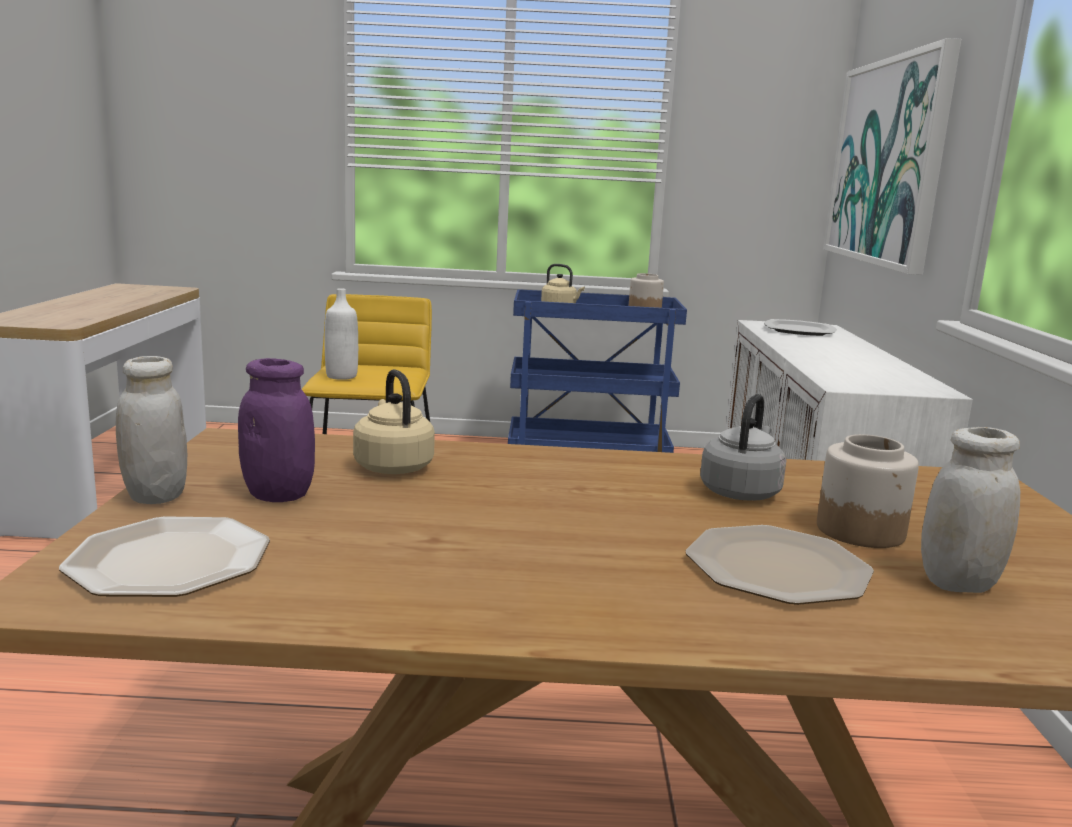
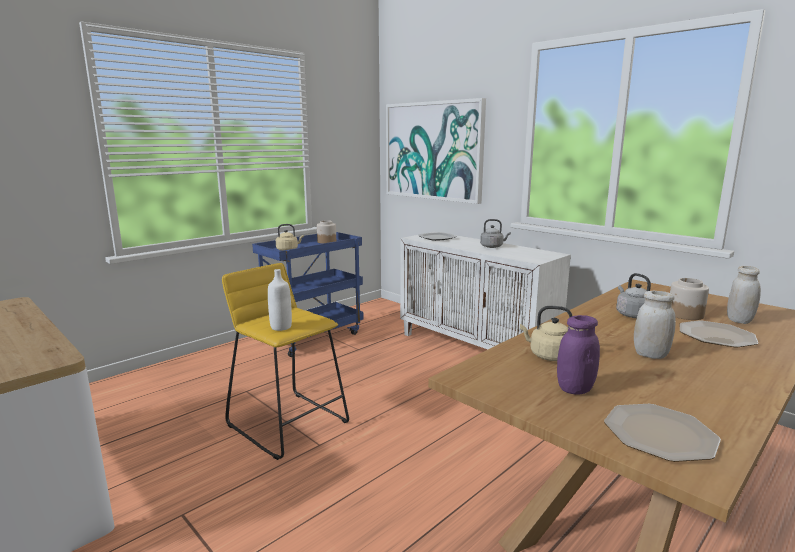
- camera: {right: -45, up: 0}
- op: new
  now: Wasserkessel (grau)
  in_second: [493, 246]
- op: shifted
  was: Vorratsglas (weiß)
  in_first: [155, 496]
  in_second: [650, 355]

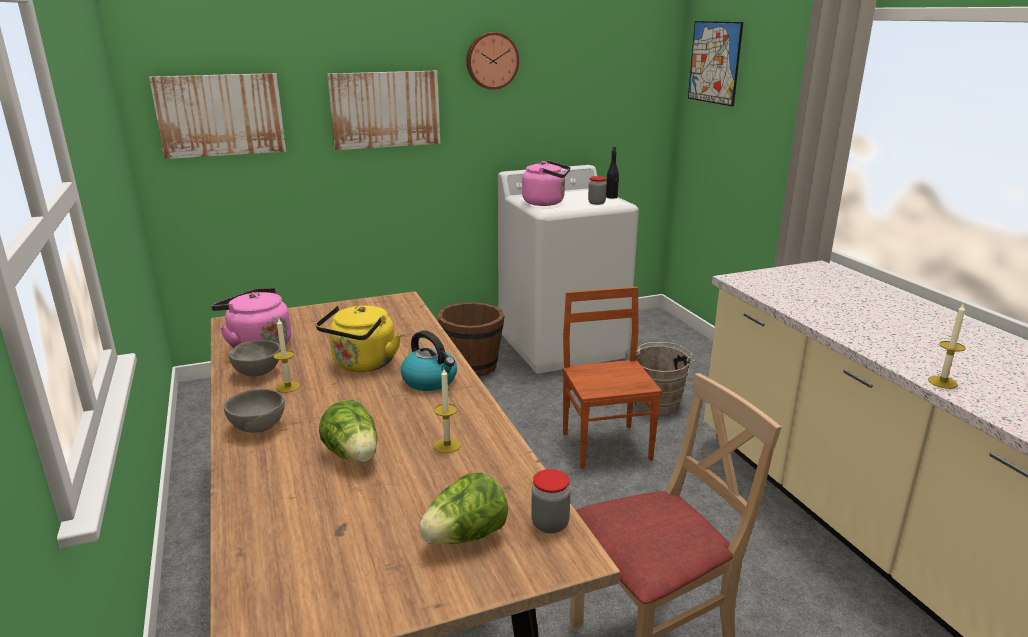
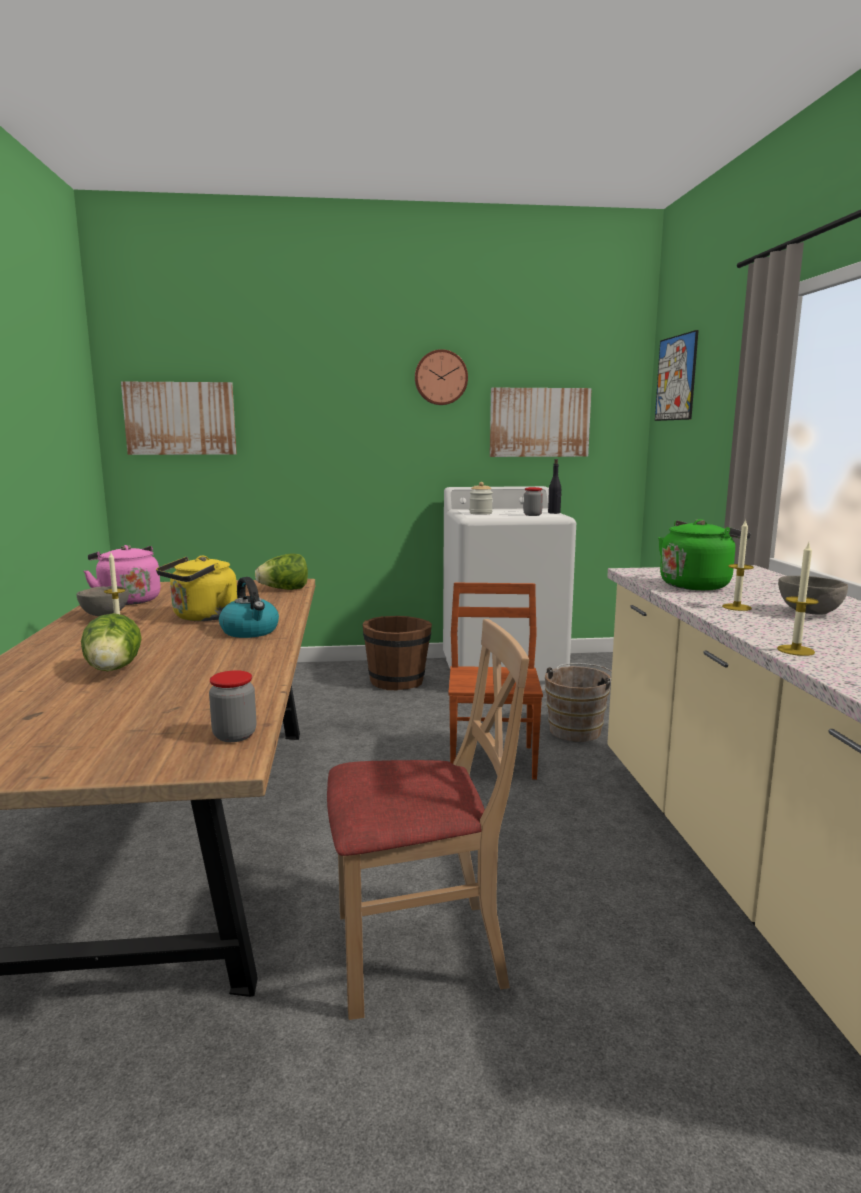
- camera: {right: 15, up: -10}
- op: new
  now: Wasserkessel (grün)
  in_second: [697, 585]
- op: shifted
  was: Schüssel (grau)
  in_first: [258, 428]
  in_second: [809, 613]
- op: shifted
  was: Bild
  in_first: [385, 109]
  in_second: [539, 422]
- op: shifted
  was: Salatkopf
  in_first: [465, 537]
  in_second: [284, 590]
- op: shifted
  was: Kerze
  in_first: [447, 445]
  in_second: [736, 607]
- op: swapped
  was: Wasserkessel (rosa)
  now: Vorratsglas
  in_first: [546, 202]
  in_second: [480, 513]

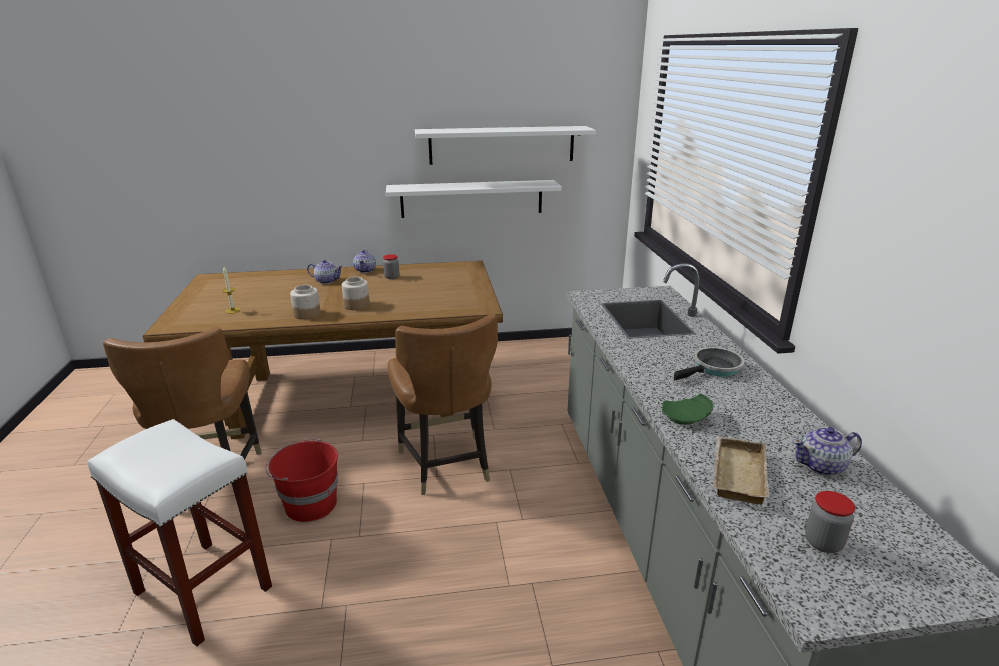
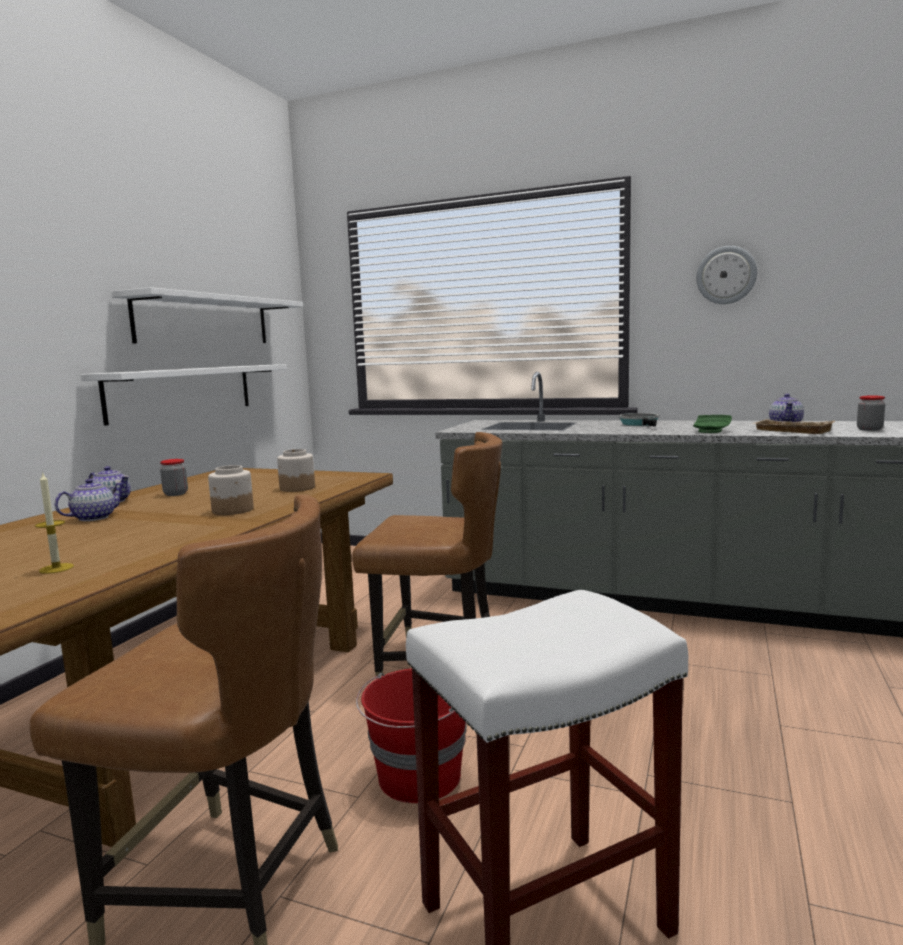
- camera: {right: -60, up: -15}
- op: new
  now: Wanduhr
  in_second: [726, 275]
- op: shifted
  was: Vorratsglas
  in_first: [307, 314]
  in_second: [297, 488]

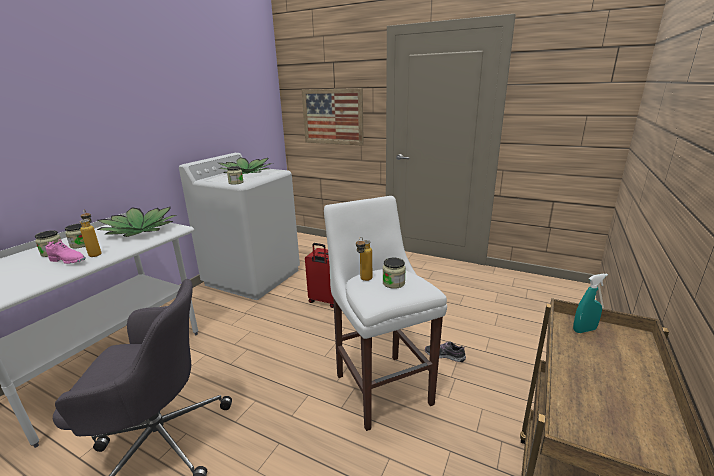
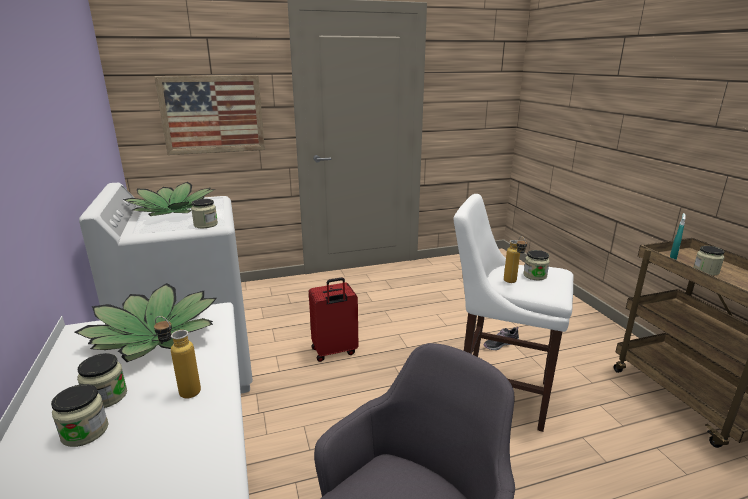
- camera: {right: -45, up: 0}
- op: gone
  was: Schuh (rosa)
  in_first: [68, 261]
- op: new
  now: Vorratsglas
  in_second: [705, 271]

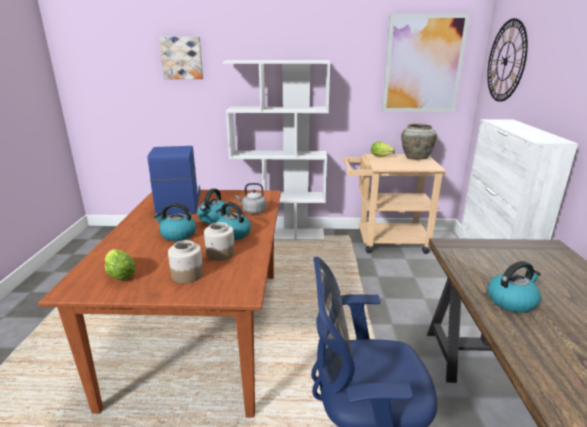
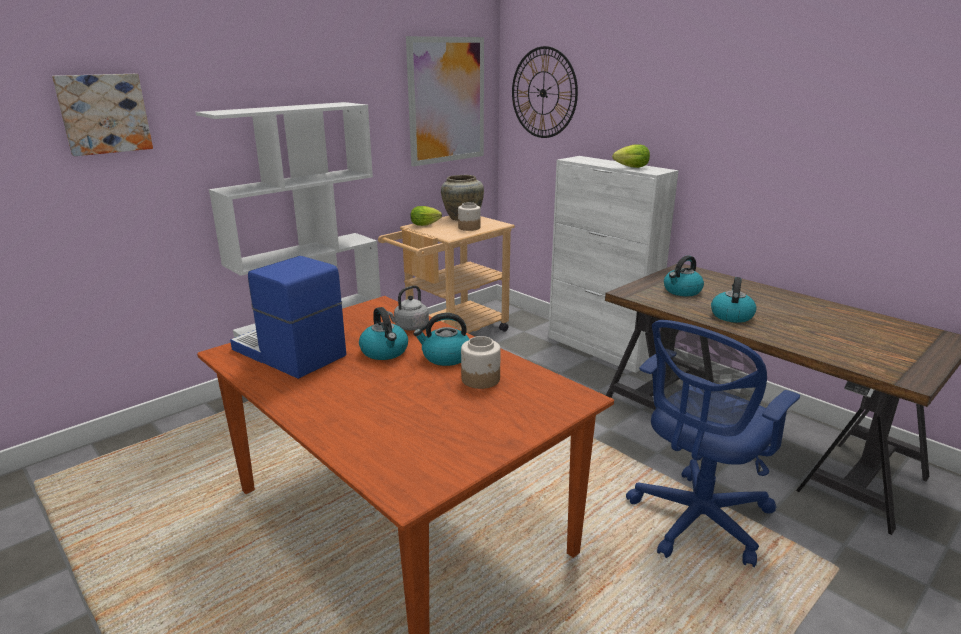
- camera: {right: -45, up: 0}
- op: shifted
  was: Salatkopf
  in_first: [119, 274]
  in_second: [629, 167]
- op: shifted
  was: Wasserkessel
  in_first: [178, 235]
  in_second: [682, 291]
- op: shifted
  was: Vorratsglas
  in_first: [187, 275]
  in_second: [469, 228]

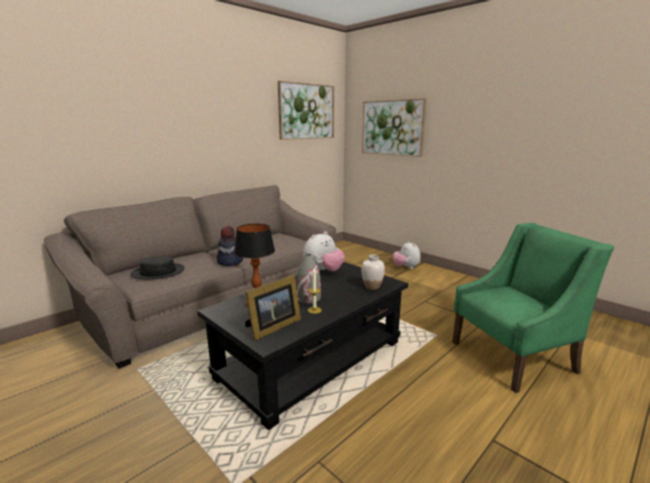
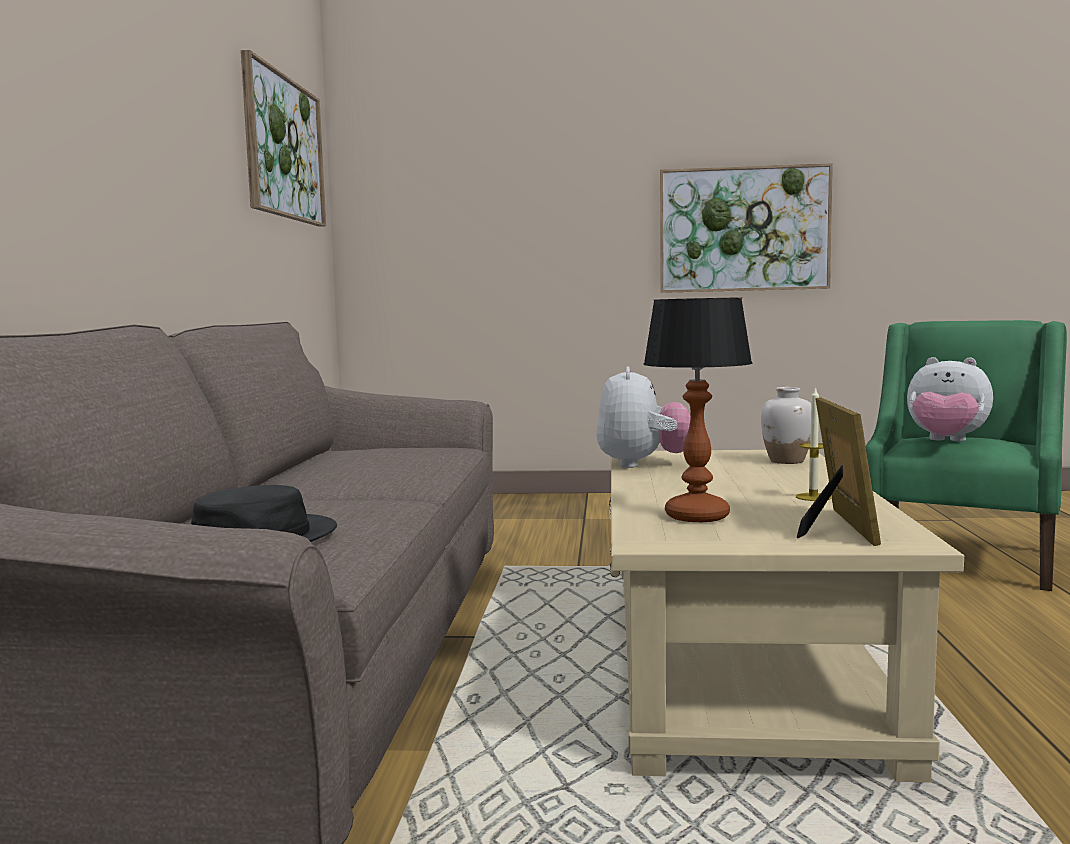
- camera: {right: -40, up: -10}
- op: gone
  was: Hut
  in_first: [229, 261]
- op: gone
  was: Vase (grau)
  in_first: [308, 298]
- op: shifted
  was: Bild
  in_first: [392, 128]
  in_second: [744, 229]
- op: shifted
  was: Plüschtier
  in_first: [406, 267]
  in_second: [946, 441]
- op: repainted
  was: Couchtisch (schwarz)
  now: Couchtisch (beige)
  in_first: [312, 359]
  in_second: [738, 664]

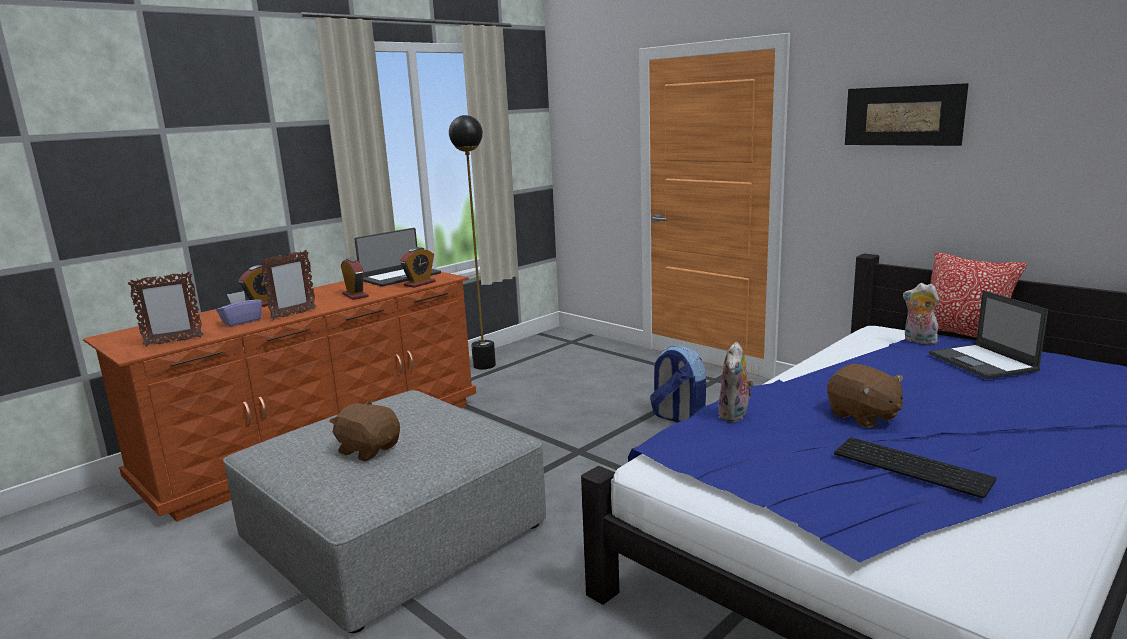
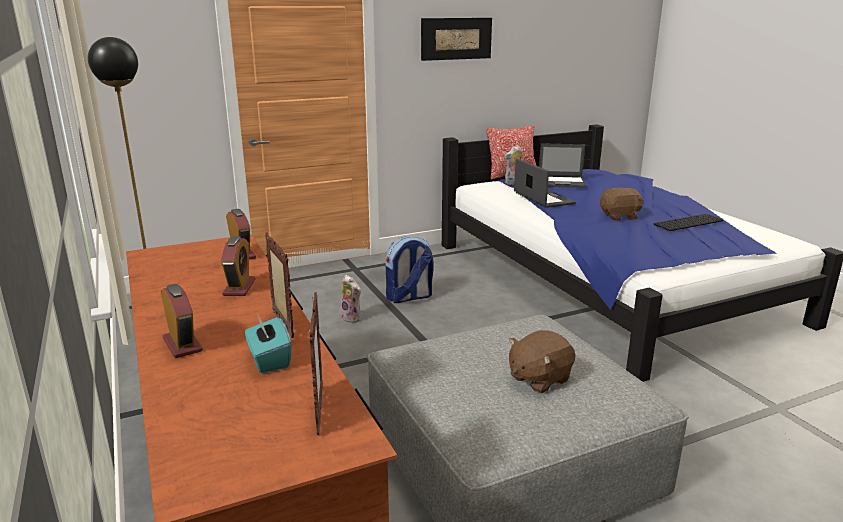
- camera: {right: -70, up: 5}
- op: shifted
  was: Laptop
  in_first: [400, 276]
  in_second: [543, 198]
- op: shifted
  was: Plüschtier
  in_first: [735, 415]
  in_second: [352, 318]
- op: repainted
  was: Taschentuchbox (lila)
  now: Taschentuchbox (türkis)
  in_first: [241, 321]
  in_second: [269, 360]
- op: rotated
  was: Wecker
  in_first: [355, 295]
  in_second: [239, 287]
  clockwise: 105

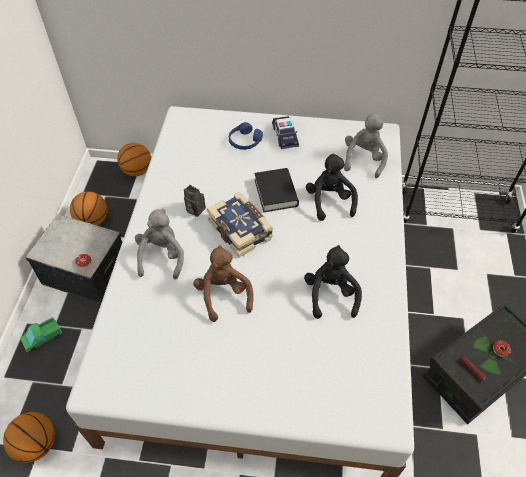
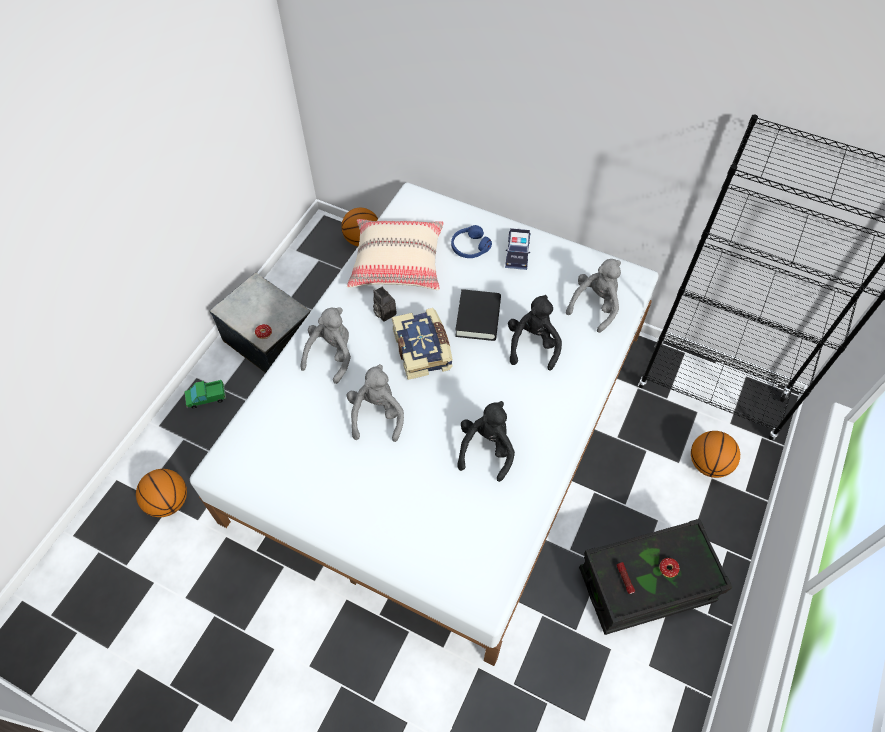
- camera: {right: 20, up: 5}
- op: new
  now: Kissen (beige)
  in_second: [397, 263]
- op: shifted
  was: Basketball
  in_first: [93, 220]
  in_second: [708, 464]
- op: repainted
  was: Plüschtier (braun)
  now: Plüschtier (grau)
  in_first: [223, 294]
  in_second: [377, 414]

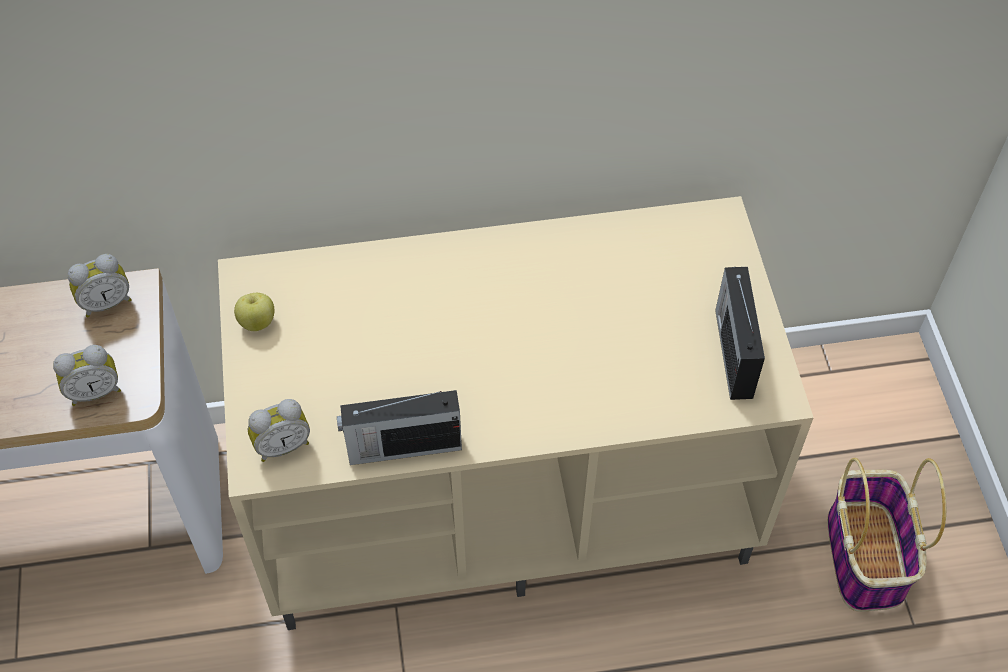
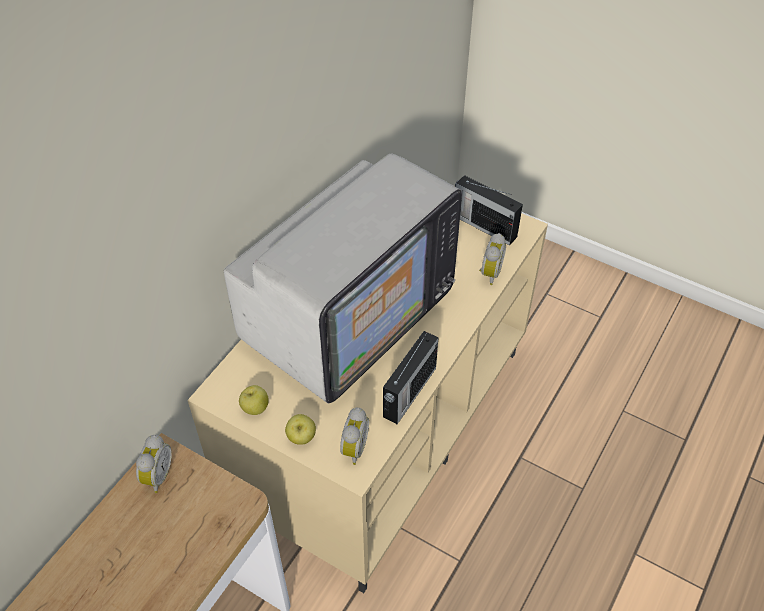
- camera: {right: -50, up: -5}
- op: gone
  was: Korb
  in_first: [866, 558]
- op: new
  now: Fernseher
  in_second: [348, 318]
- op: new
  now: Apfel
  in_second: [301, 437]
- op: shifted
  was: Wecker
  in_first: [95, 391]
  in_second: [489, 273]

